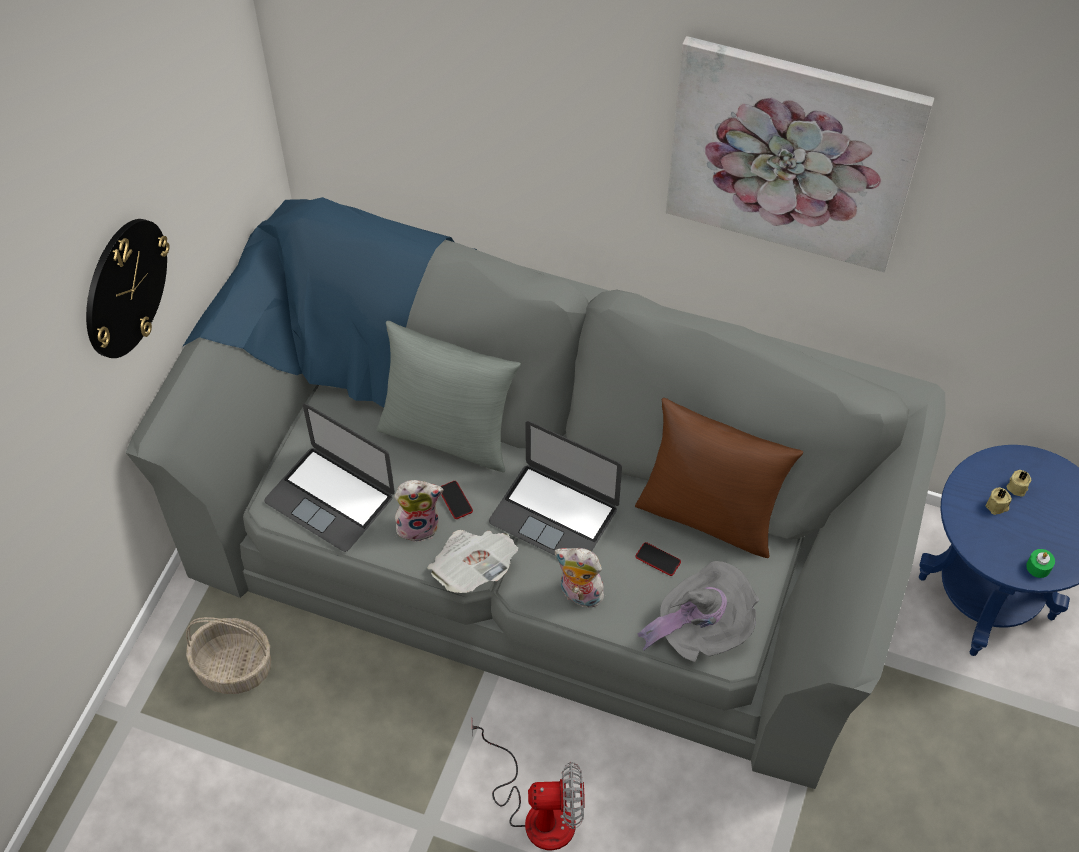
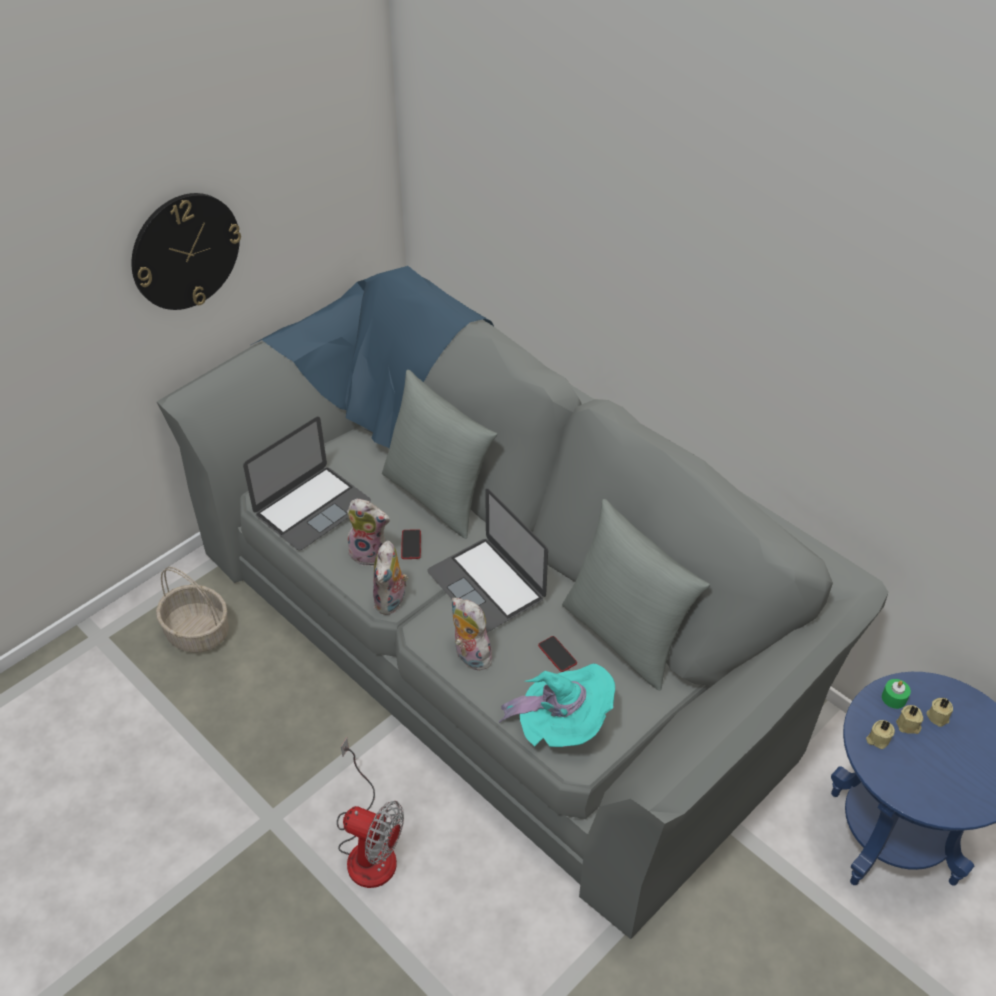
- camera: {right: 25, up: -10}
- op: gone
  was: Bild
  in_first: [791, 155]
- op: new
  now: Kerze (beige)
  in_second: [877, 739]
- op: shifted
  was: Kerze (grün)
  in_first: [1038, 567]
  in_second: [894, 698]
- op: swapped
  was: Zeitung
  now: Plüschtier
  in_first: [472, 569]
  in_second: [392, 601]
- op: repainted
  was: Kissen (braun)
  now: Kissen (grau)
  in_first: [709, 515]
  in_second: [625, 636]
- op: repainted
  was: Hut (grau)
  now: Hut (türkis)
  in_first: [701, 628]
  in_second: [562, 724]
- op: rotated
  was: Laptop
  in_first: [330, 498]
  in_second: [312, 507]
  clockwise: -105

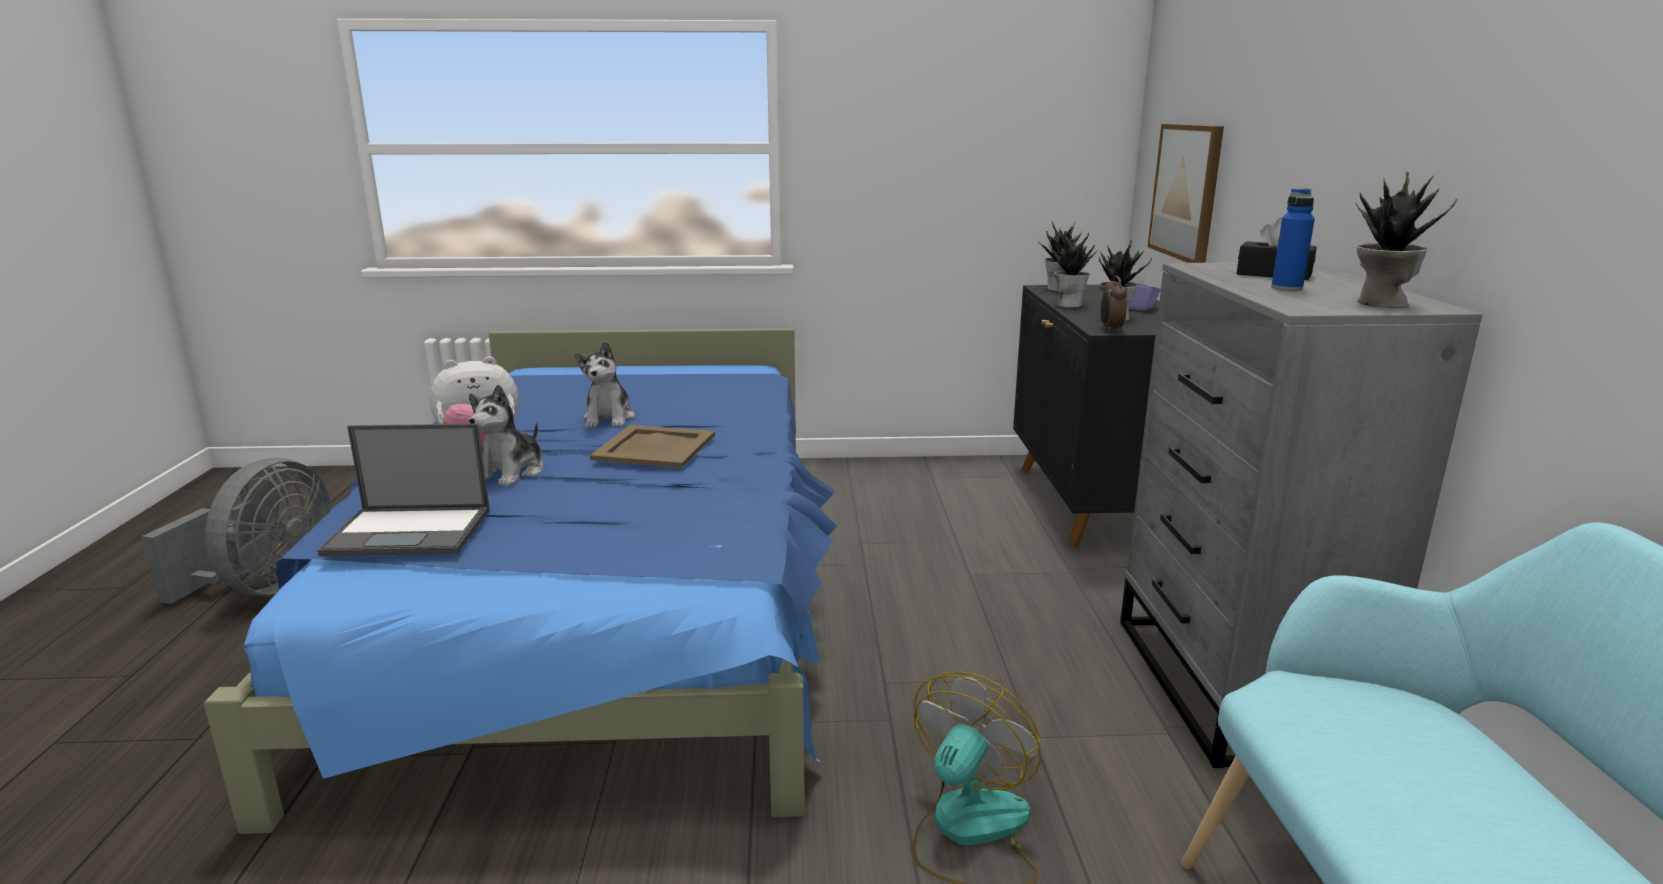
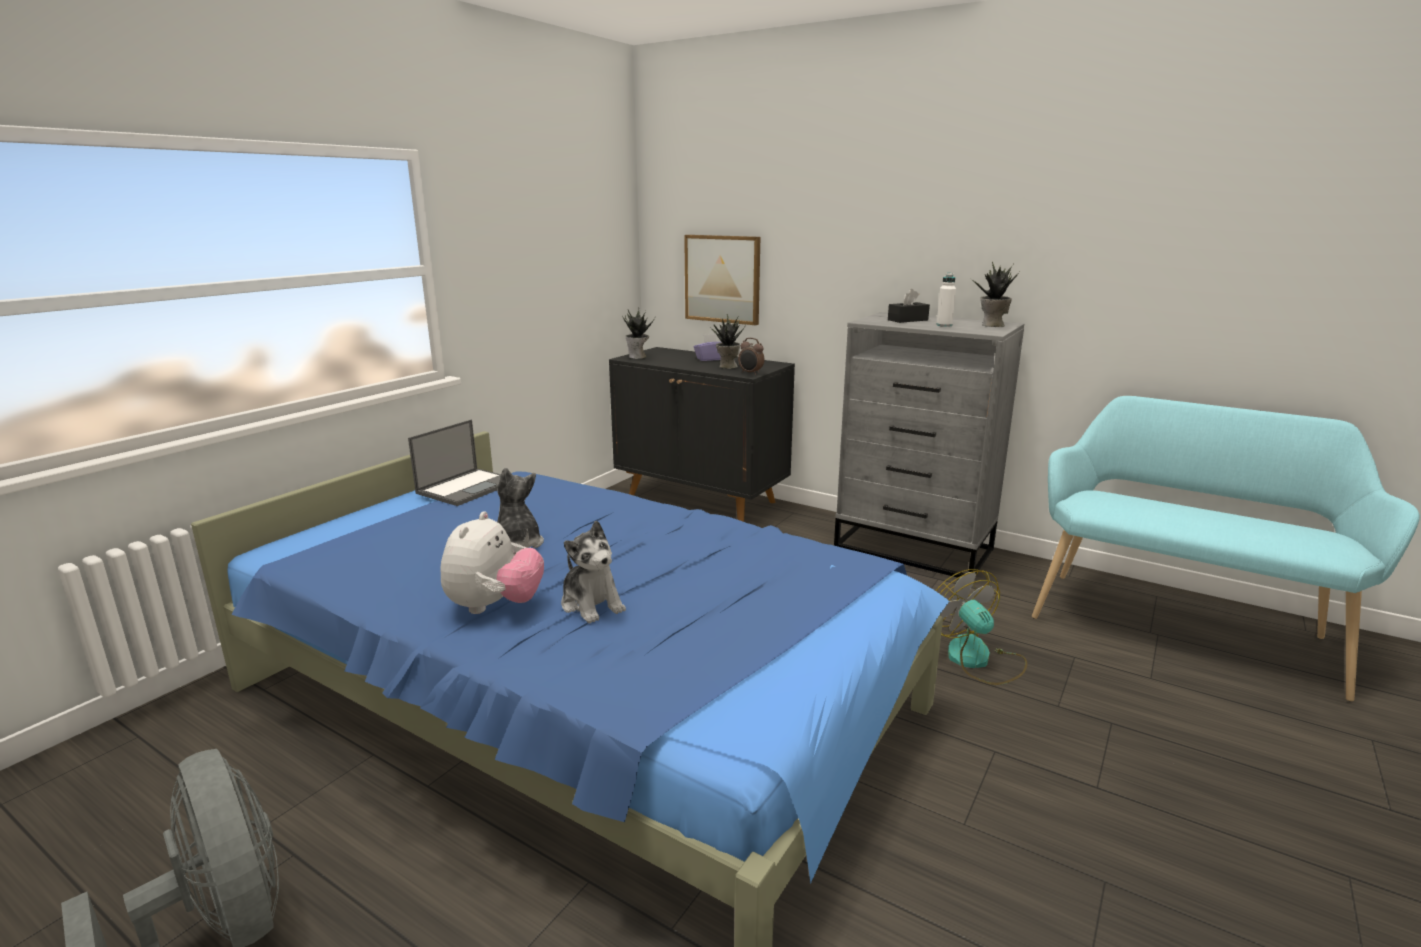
- camera: {right: -55, up: 0}
- op: gone
  was: Tablett (beige)
  in_first: [656, 447]
- op: gone
  was: Topfpflanze
  in_first: [1069, 304]
- op: shifted
  was: Laptop
  in_first: [411, 531]
  in_second: [468, 487]
- op: repainted
  was: Flasche (blau)
  now: Flasche (weiß)
  in_first: [1286, 288]
  in_second: [944, 325]
- op: rotated
  was: Plüschtier
  in_first: [609, 418]
  in_second: [518, 543]
  clockwise: -150

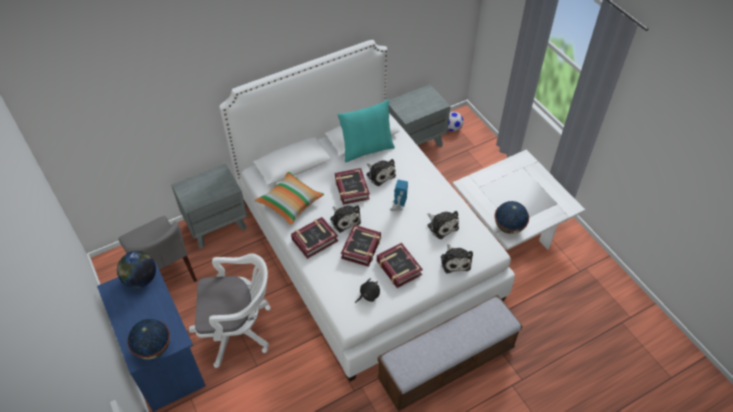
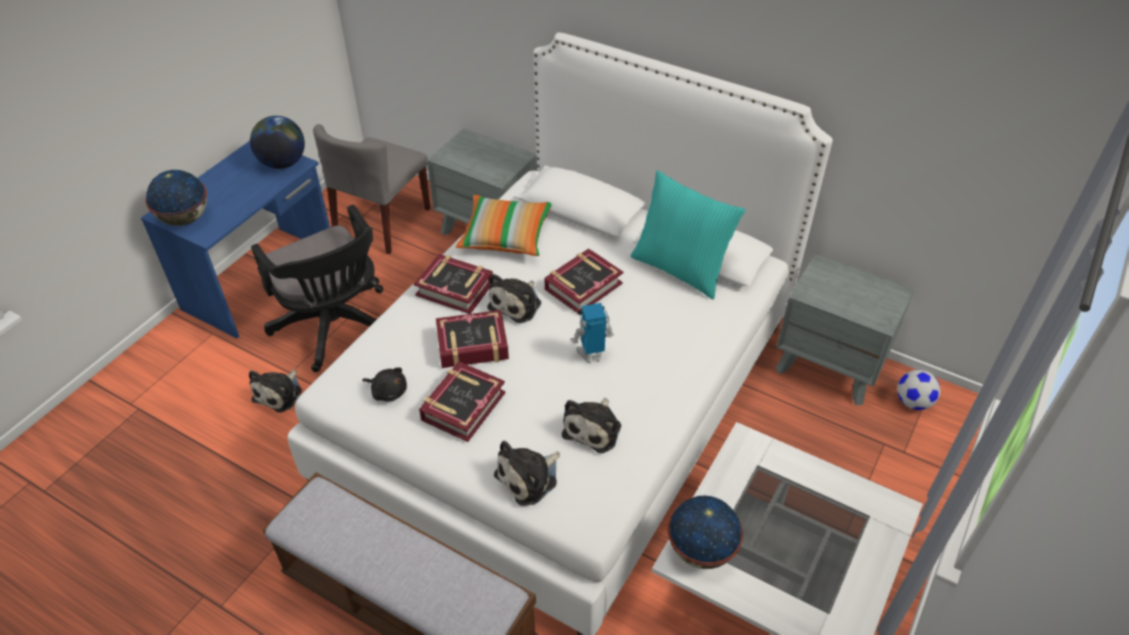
- camera: {right: 60, up: -5}
- op: shifted
  was: Plüschtier
  in_first: [380, 174]
  in_second: [280, 393]
- op: repainted
  was: Bürostuhl (weiß)
  now: Bürostuhl (schwarz)
  in_first: [238, 330]
  in_second: [336, 329]

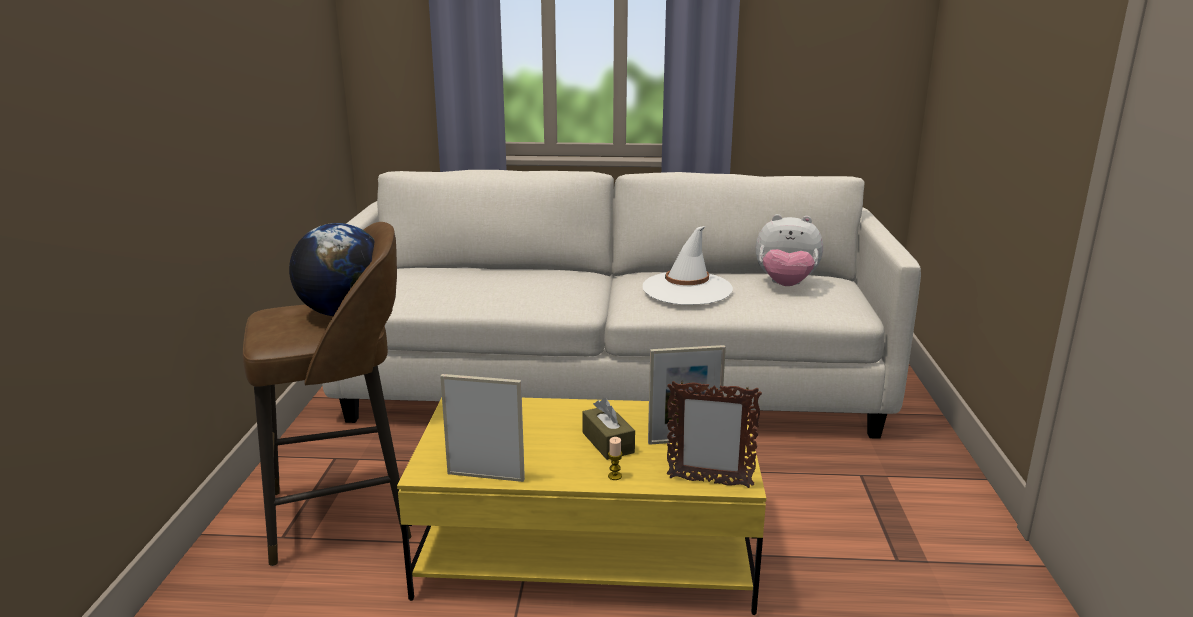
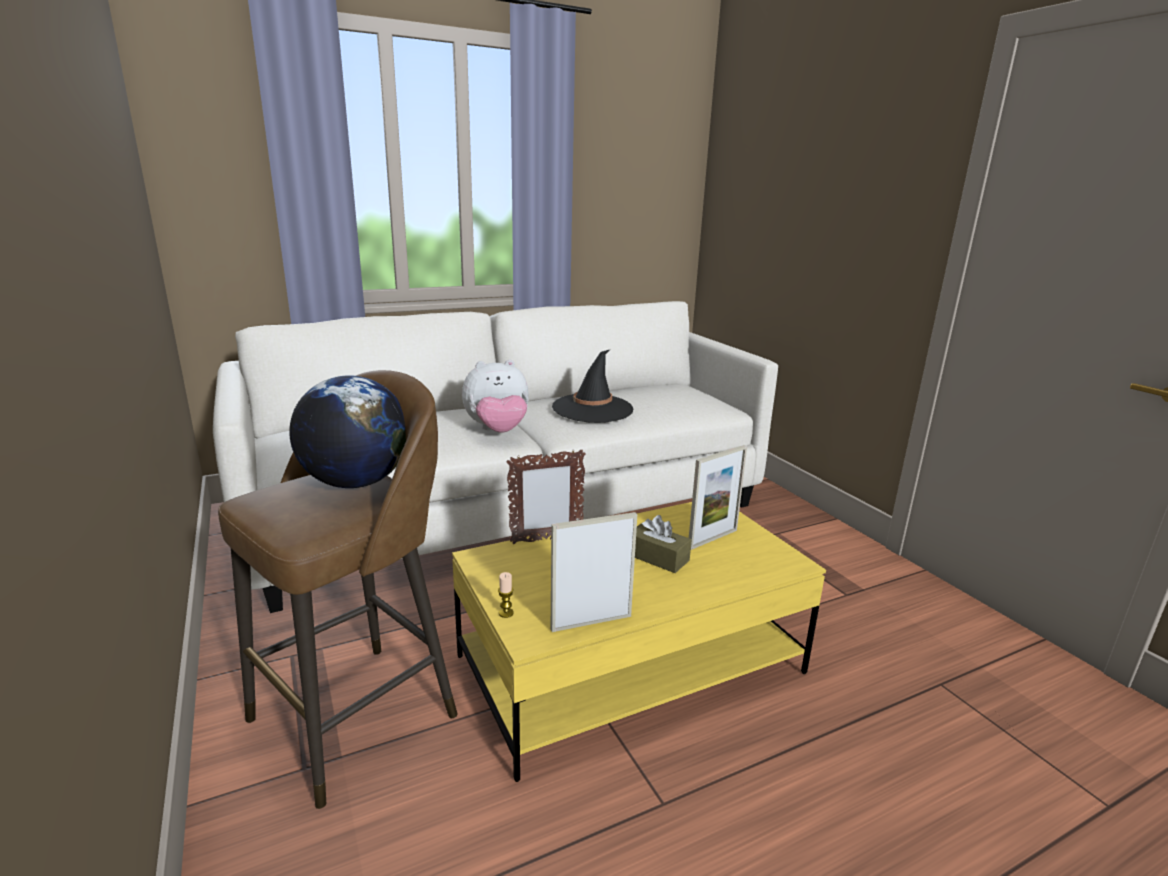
- camera: {right: -30, up: 0}
- op: shifted
  was: Kerze
  in_first: [615, 476]
  in_second: [506, 613]
- op: shifted
  was: Bilderrahmen
  in_first: [708, 482]
  in_second: [545, 539]
- op: shifted
  was: Plüschtier
  in_first: [786, 285]
  in_second: [498, 431]
- op: repainted
  was: Hut (weiß)
  now: Hut (schwarz)
  in_first: [687, 289]
  in_second: [592, 409]

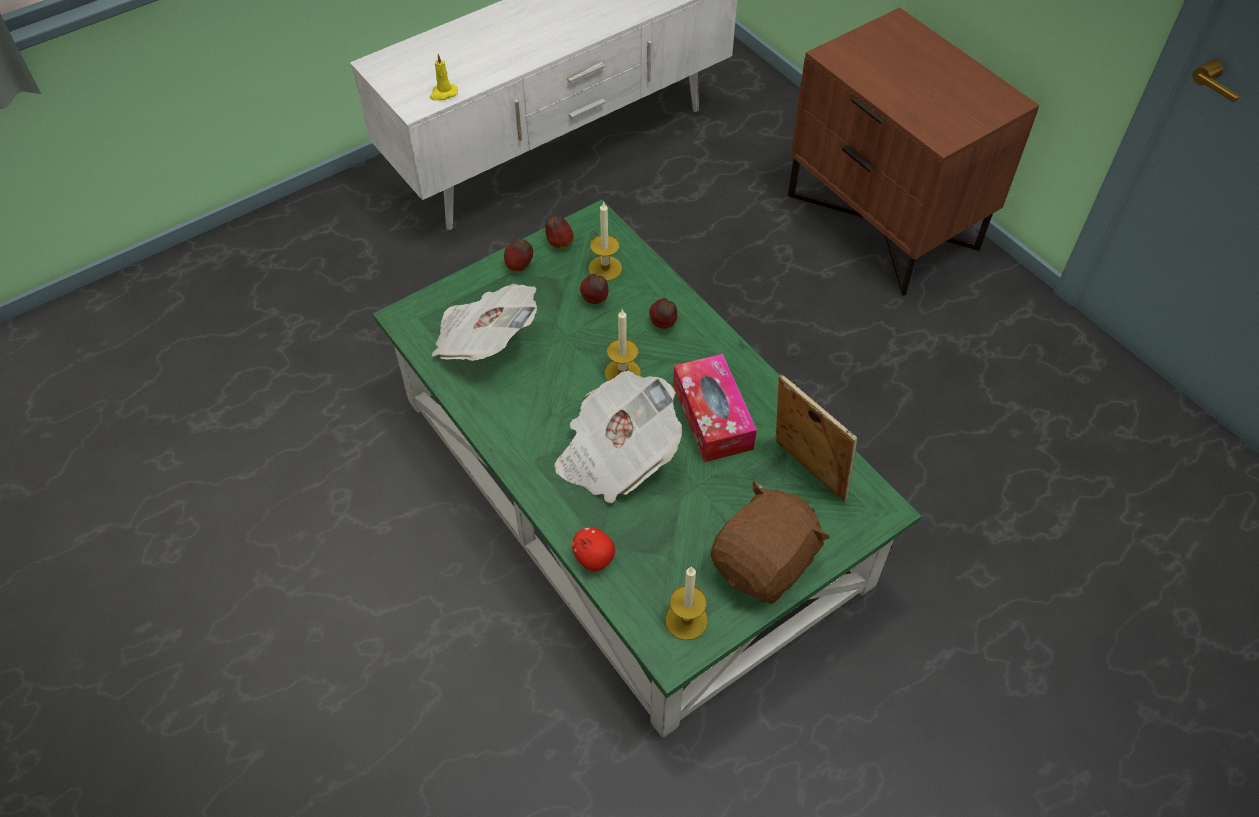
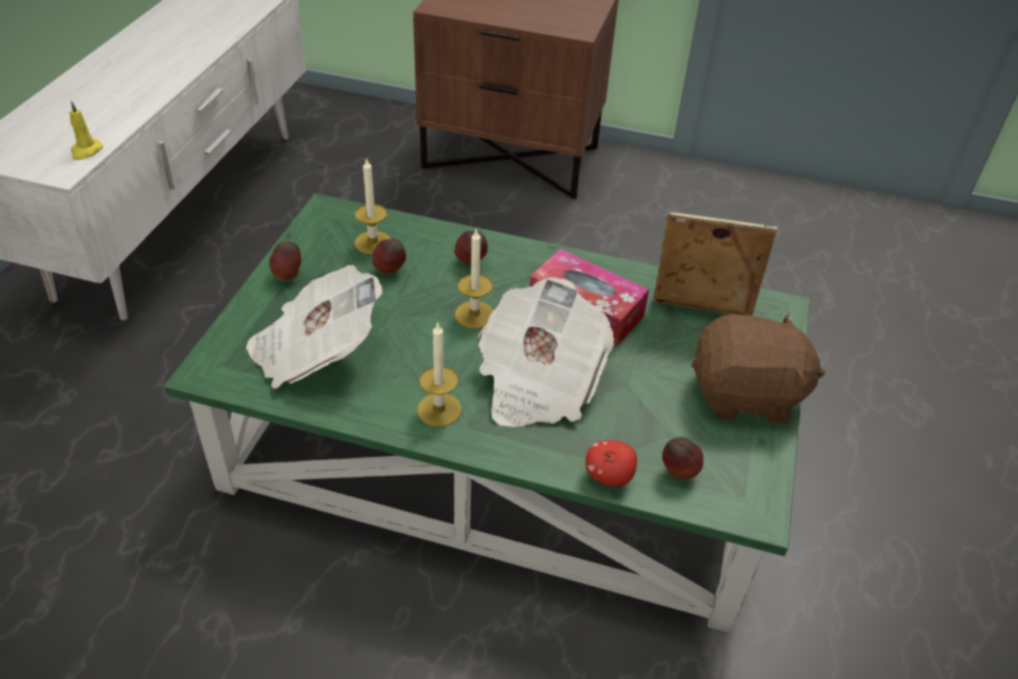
- camera: {right: -40, up: -10}
- op: shifted
  was: Apfel
  in_first: [559, 244]
  in_second: [679, 473]
- op: shifted
  was: Kerze
  in_first: [686, 620]
  in_second: [439, 409]
- op: rotated
  was: Plüschtier (braun)
  in_first: [765, 563]
  in_second: [746, 395]
  clockwise: 90

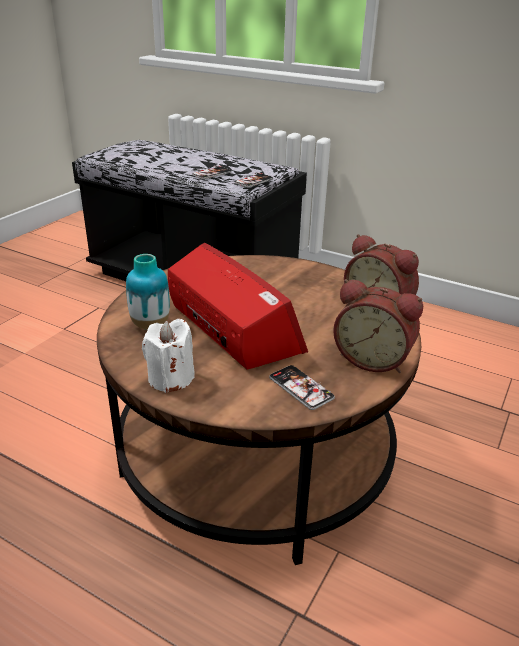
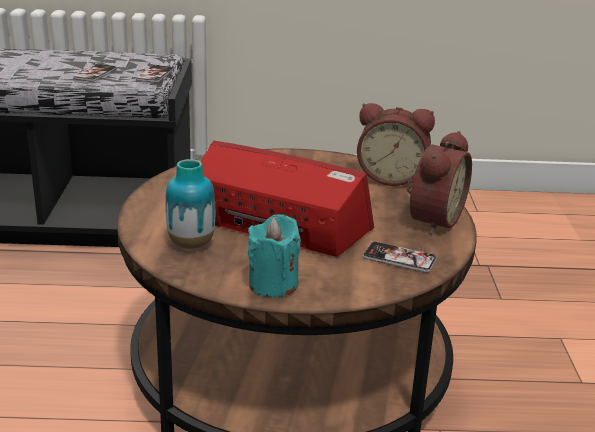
- camera: {right: -30, up: -5}
- op: repainted
  was: Kerze (weiß)
  now: Kerze (türkis)
  in_first: [170, 378]
  in_second: [273, 284]
- op: rotated
  was: Wecker
  in_first: [373, 359]
  in_second: [432, 219]
  clockwise: -60

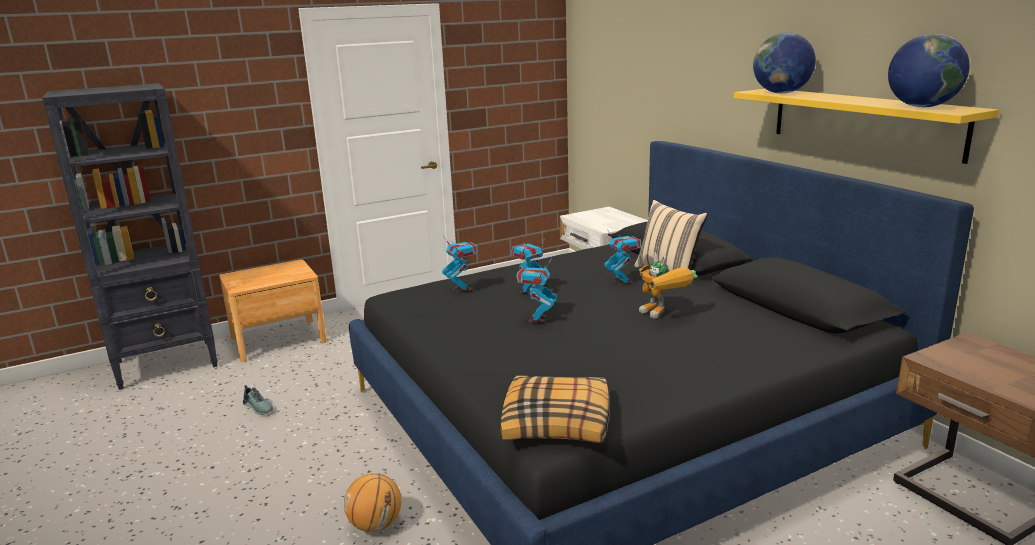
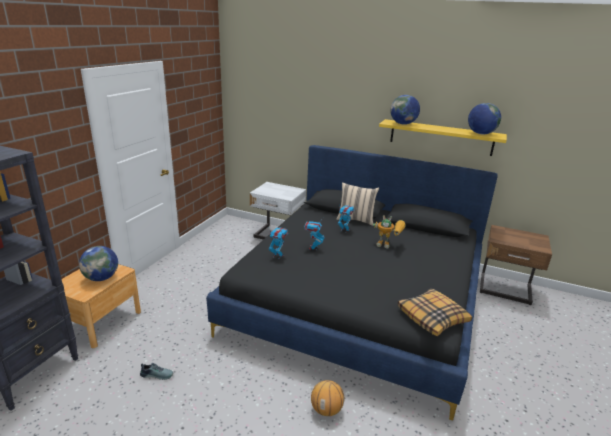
- camera: {right: -40, up: 5}
- op: gone
  was: Spielzeugroboter
  in_first: [537, 318]
- op: new
  now: Globus
  in_second: [101, 278]

